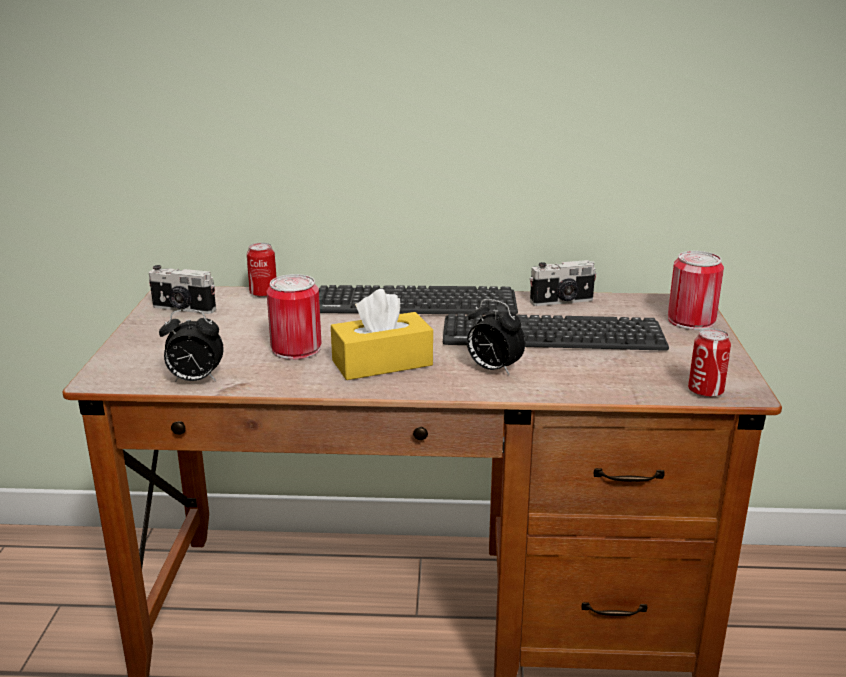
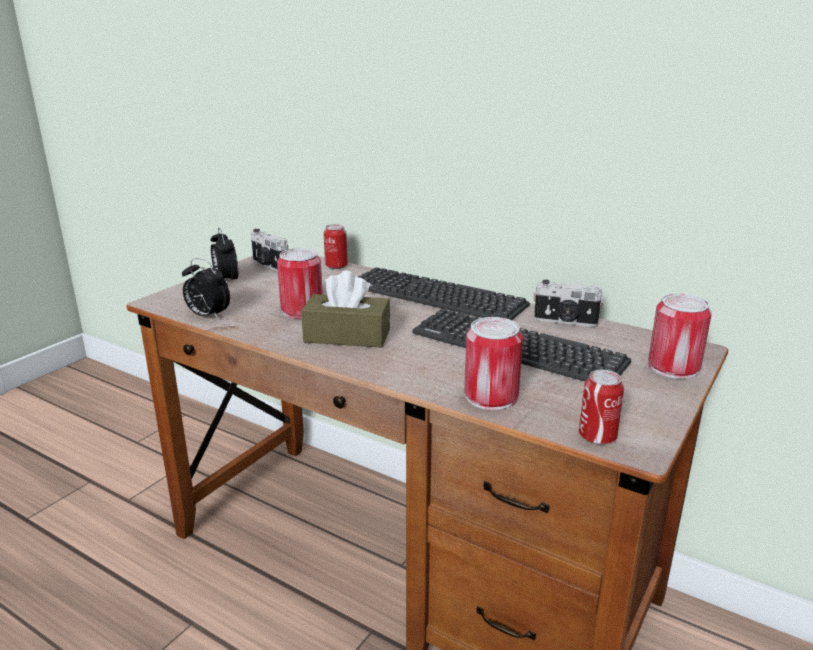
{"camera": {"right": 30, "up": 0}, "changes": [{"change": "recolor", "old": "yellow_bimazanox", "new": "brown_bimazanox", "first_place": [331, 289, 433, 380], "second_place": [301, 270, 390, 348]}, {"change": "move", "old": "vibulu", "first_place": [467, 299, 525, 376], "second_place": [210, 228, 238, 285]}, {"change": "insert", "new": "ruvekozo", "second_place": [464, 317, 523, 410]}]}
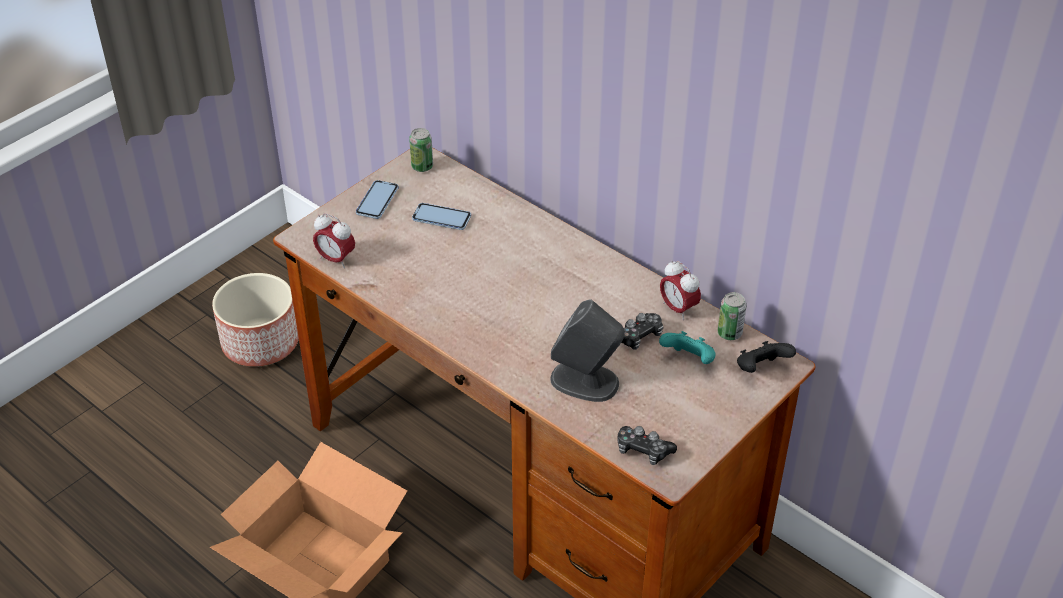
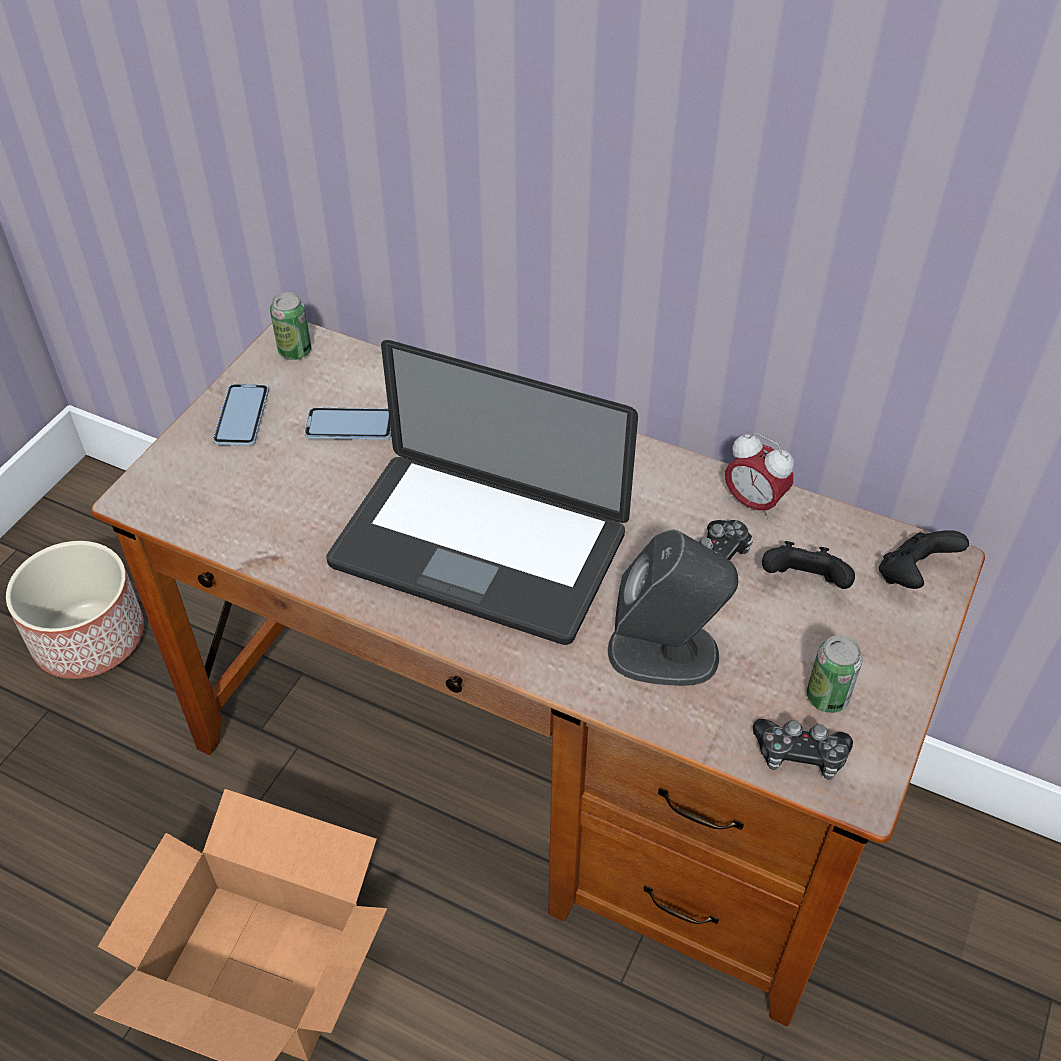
{"camera": {"right": -15, "up": 5}, "changes": [{"change": "delete", "old": "vibulu", "first_place": [313, 213, 355, 268]}, {"change": "move", "old": "ruvekozo", "first_place": [717, 292, 747, 340], "second_place": [806, 635, 863, 713]}, {"change": "recolor", "old": "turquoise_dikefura", "new": "black_dikefura", "first_place": [659, 331, 716, 364], "second_place": [762, 541, 855, 589]}, {"change": "insert", "new": "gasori", "second_place": [326, 340, 638, 645]}]}
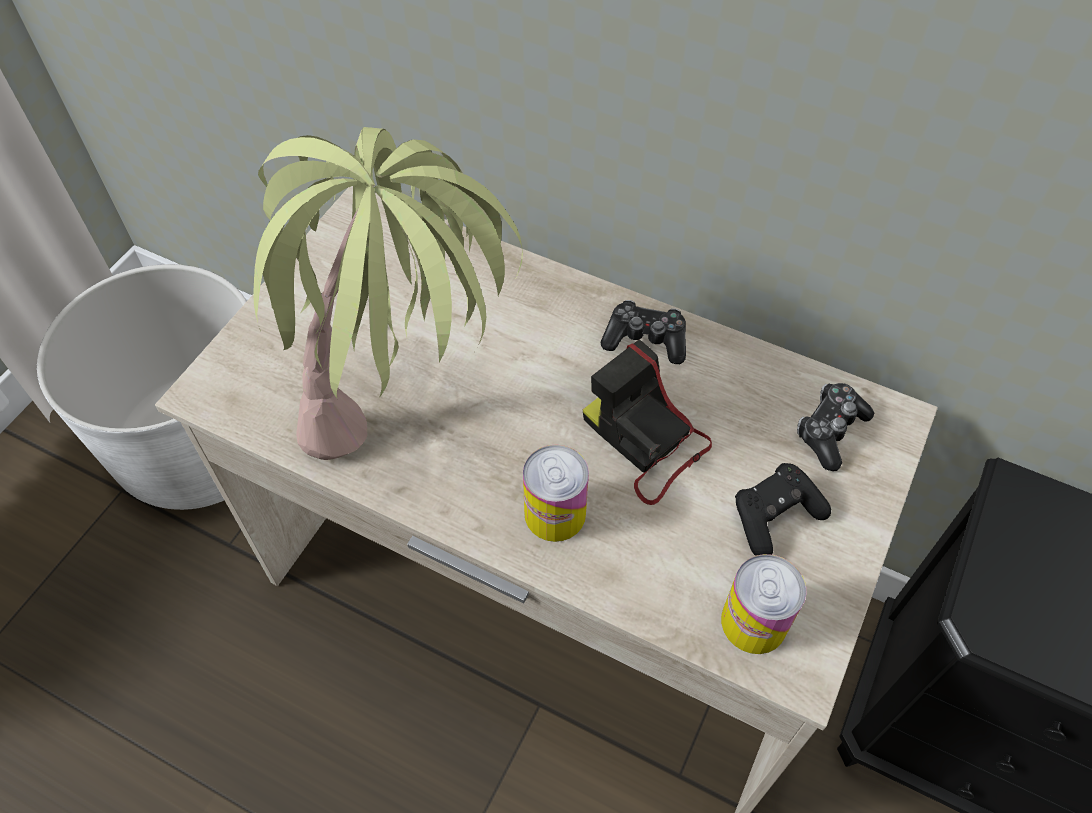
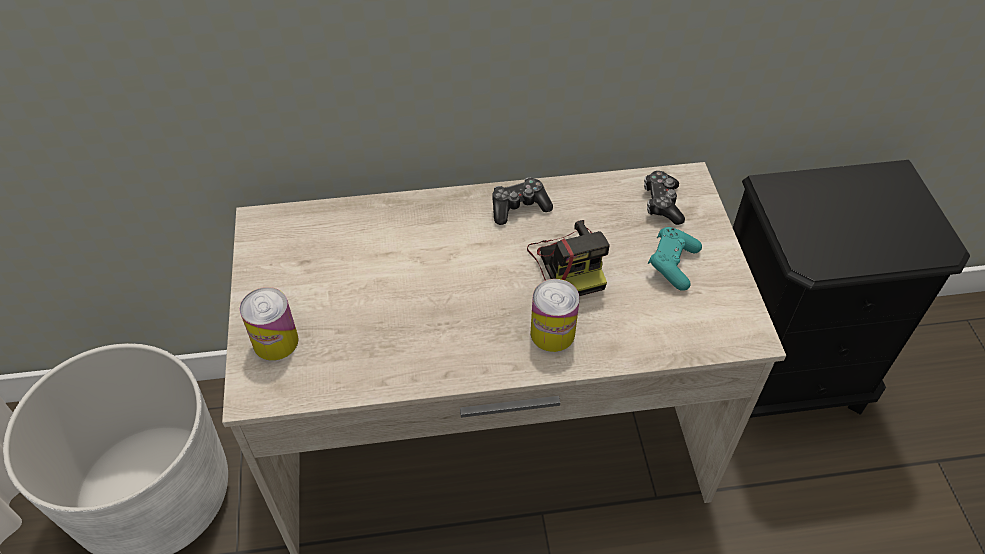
{"camera": {"right": -35, "up": -5}, "changes": [{"change": "delete", "old": "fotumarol", "first_place": [254, 127, 523, 460]}, {"change": "rotate", "old": "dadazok", "first_place": [583, 339, 712, 505], "second_place": [527, 220, 610, 296], "degrees": -120}, {"change": "recolor", "old": "black_dikefura", "new": "turquoise_dikefura", "first_place": [735, 463, 831, 556], "second_place": [648, 227, 702, 291]}, {"change": "move", "old": "ruvekozo", "first_place": [721, 554, 807, 654], "second_place": [240, 287, 299, 361]}]}
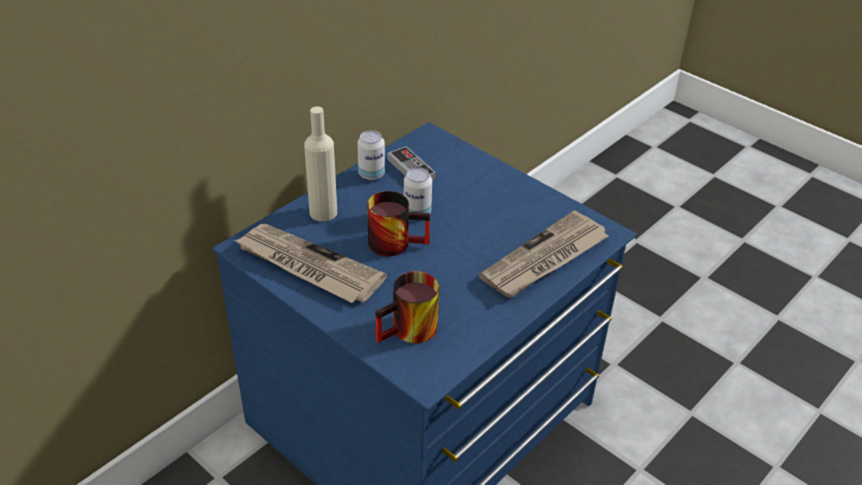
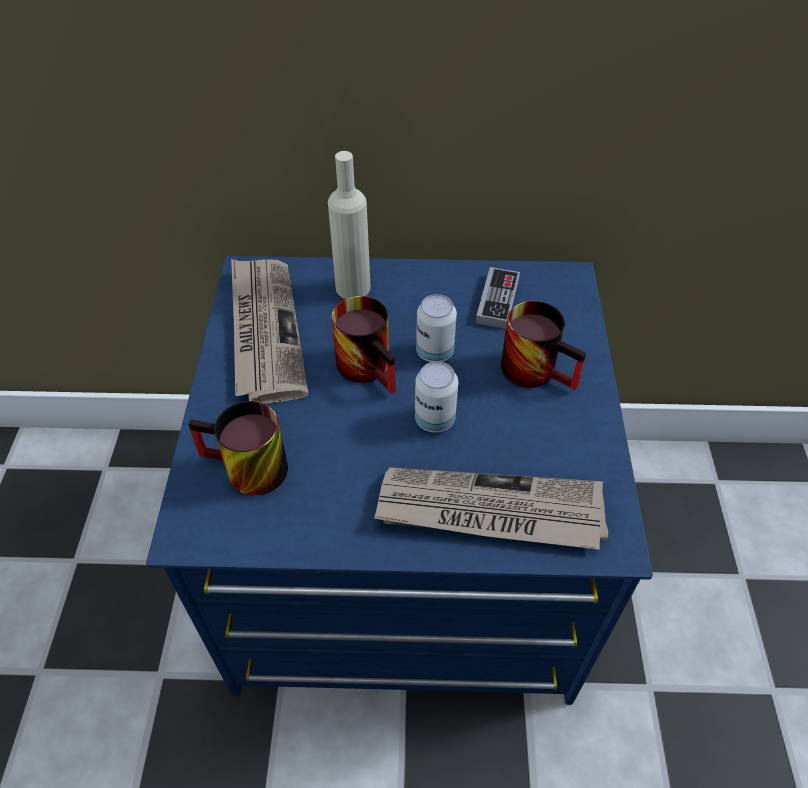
{"camera": {"right": 50, "up": 10}, "changes": [{"change": "move", "old": "ruvekozo", "first_place": [357, 130, 385, 180], "second_place": [415, 361, 458, 433]}, {"change": "insert", "new": "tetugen", "second_place": [501, 301, 587, 390]}]}
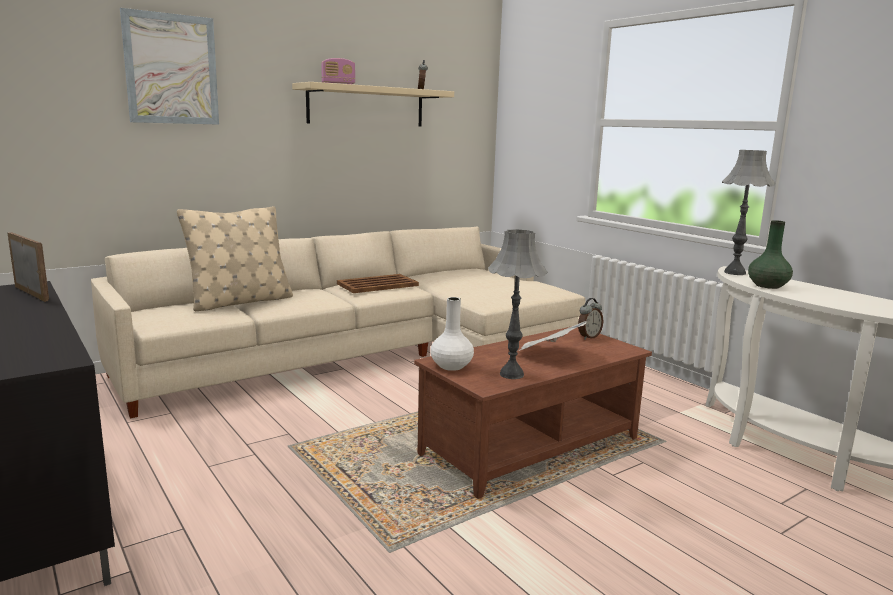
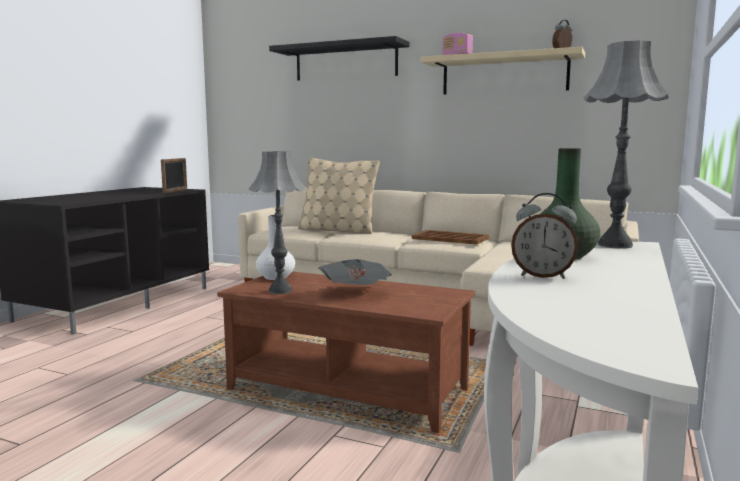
{"camera": {"right": 60, "up": -5}, "changes": [{"change": "replace", "old": "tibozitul", "new": "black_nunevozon", "first_place": [120, 8, 219, 125], "second_place": [269, 36, 409, 81]}, {"change": "move", "old": "vibulu", "first_place": [578, 298, 603, 340], "second_place": [511, 193, 578, 279]}]}
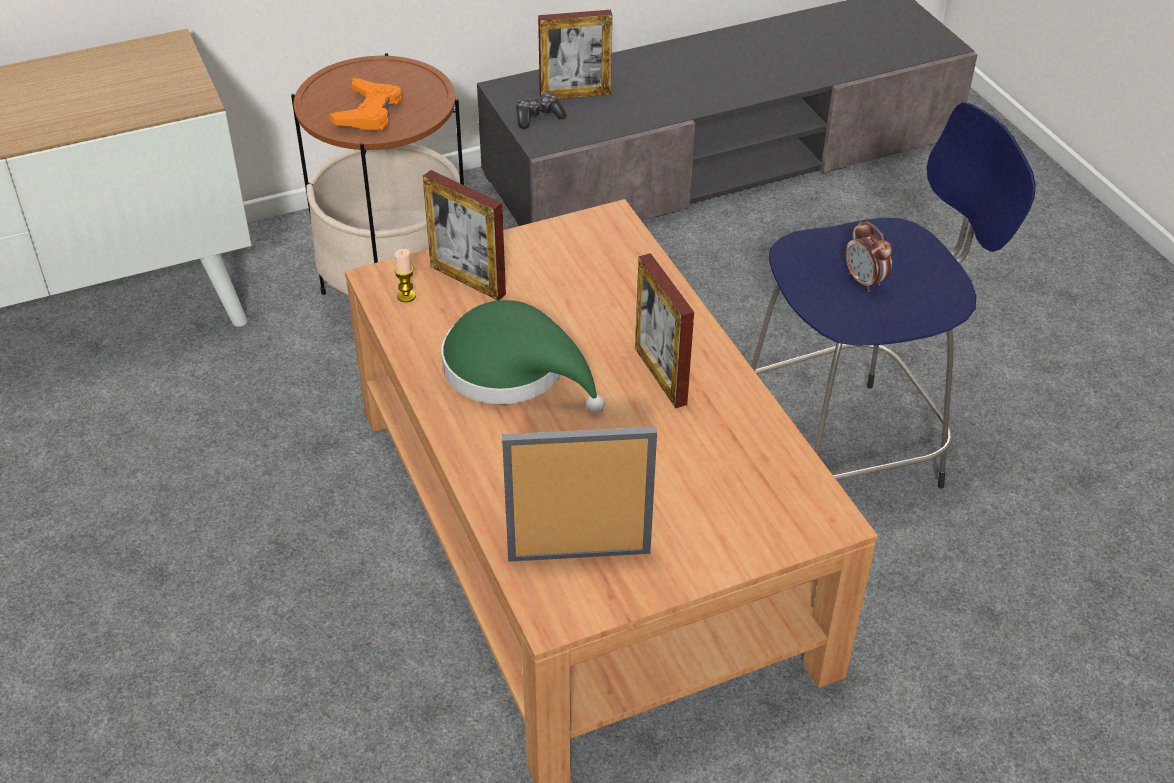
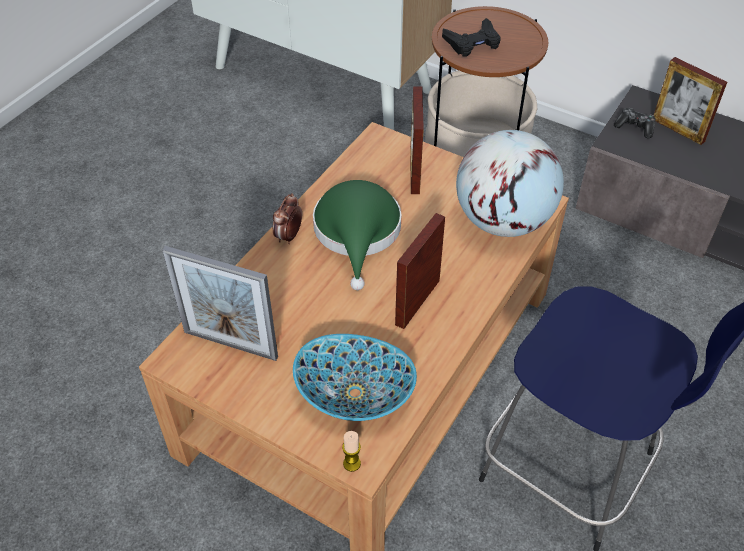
{"camera": {"right": 55, "up": 5}, "changes": [{"change": "recolor", "old": "orange_dikefura", "new": "black_dikefura", "first_place": [330, 78, 402, 131], "second_place": [442, 18, 501, 56]}, {"change": "move", "old": "vibulu", "first_place": [845, 221, 892, 292], "second_place": [273, 193, 302, 244]}, {"change": "move", "old": "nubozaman", "first_place": [394, 249, 416, 302], "second_place": [342, 431, 361, 472]}, {"change": "rotate", "old": "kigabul", "first_place": [502, 426, 657, 562], "second_place": [162, 246, 278, 361], "degrees": 150}, {"change": "insert", "new": "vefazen", "second_place": [456, 130, 564, 237]}, {"change": "insert", "new": "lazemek", "second_place": [293, 334, 417, 421]}]}
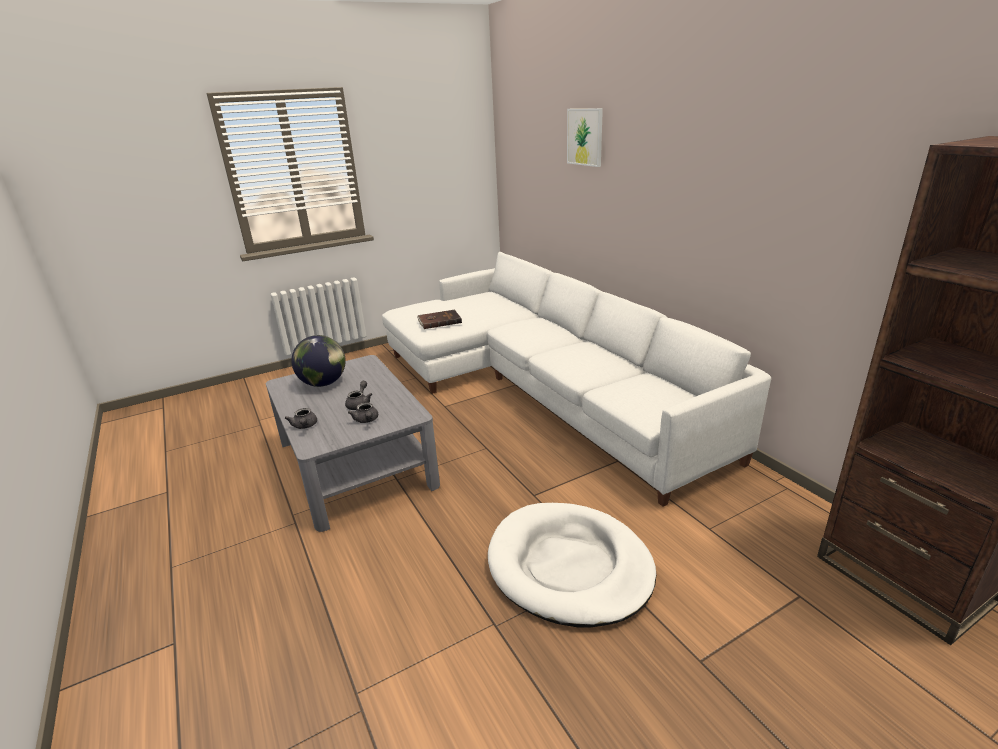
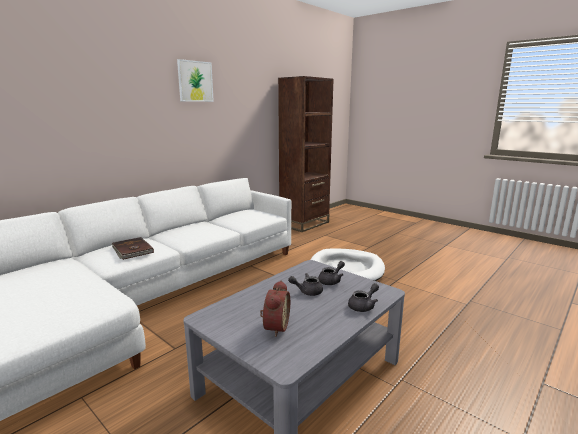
{"camera": {"right": -110, "up": -10}, "changes": [{"change": "move", "old": "tibozitul", "first_place": [567, 108, 603, 167], "second_place": [177, 59, 214, 102]}, {"change": "move", "old": "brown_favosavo", "first_place": [417, 310, 462, 329], "second_place": [112, 237, 154, 260]}, {"change": "replace", "old": "vefazen", "new": "vibulu", "first_place": [291, 335, 346, 387], "second_place": [260, 280, 290, 337]}]}
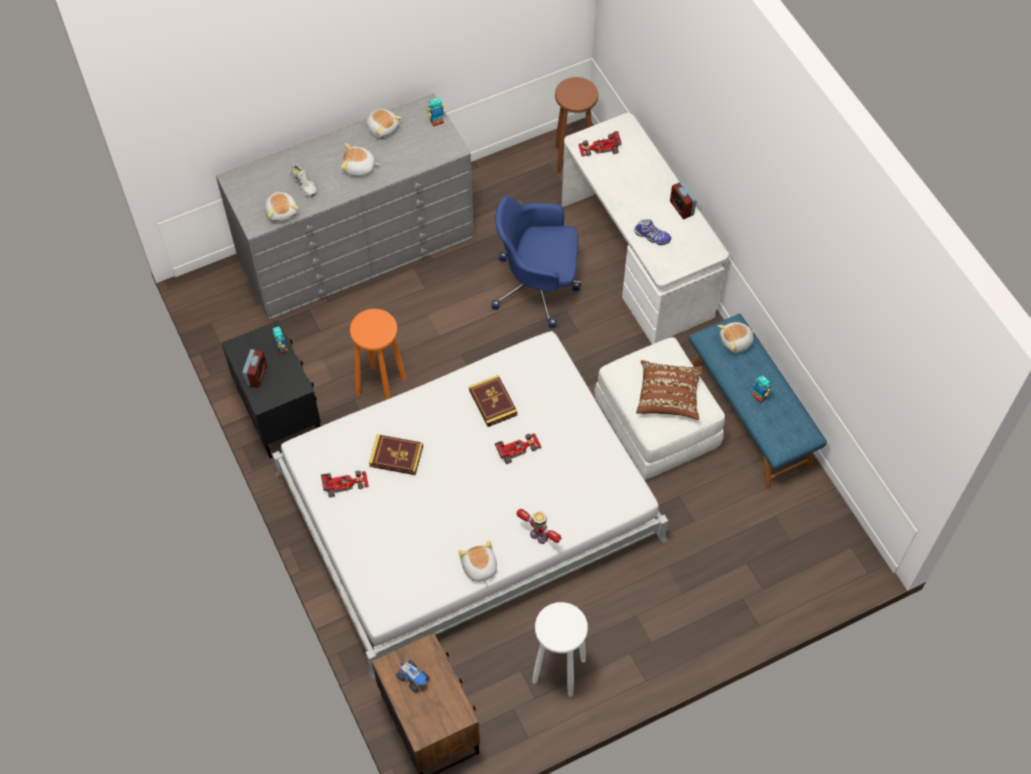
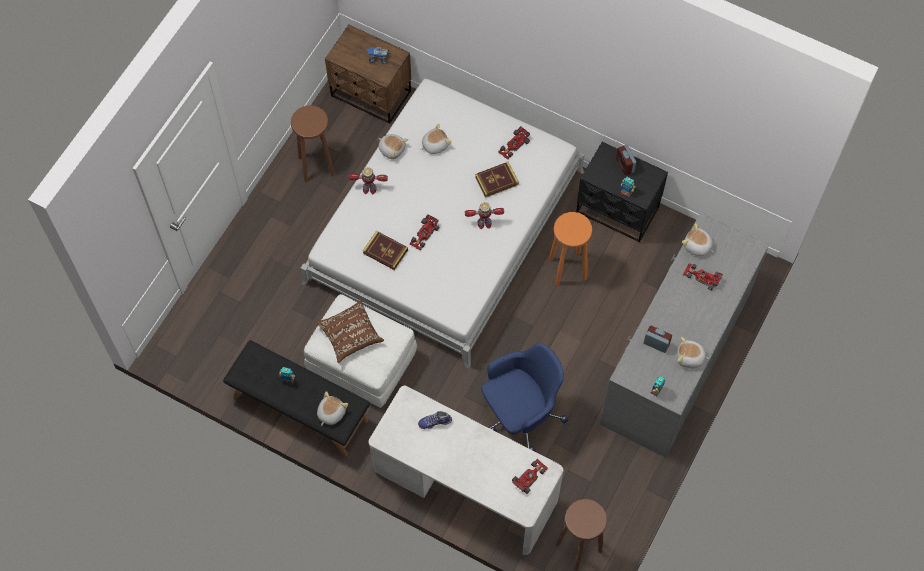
{"camera": {"right": 145, "up": 5}, "changes": [{"change": "move", "old": "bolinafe", "first_place": [341, 143, 379, 177], "second_place": [420, 124, 451, 154]}, {"change": "replace", "old": "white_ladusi", "new": "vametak", "first_place": [290, 164, 317, 198], "second_place": [683, 263, 723, 291]}, {"change": "move", "old": "vibulu", "first_place": [670, 181, 697, 219], "second_place": [644, 326, 672, 353]}, {"change": "recolor", "old": "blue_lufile", "new": "black_lufile", "first_place": [689, 314, 827, 489], "second_place": [223, 340, 370, 457]}, {"change": "move", "old": "favosavo", "first_place": [469, 375, 517, 427], "second_place": [363, 231, 408, 270]}, {"change": "recolor", "old": "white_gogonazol", "new": "brown_gogonazol", "first_place": [532, 602, 588, 697], "second_place": [291, 105, 335, 182]}, {"change": "insert", "new": "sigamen", "second_place": [465, 202, 504, 229]}]}
